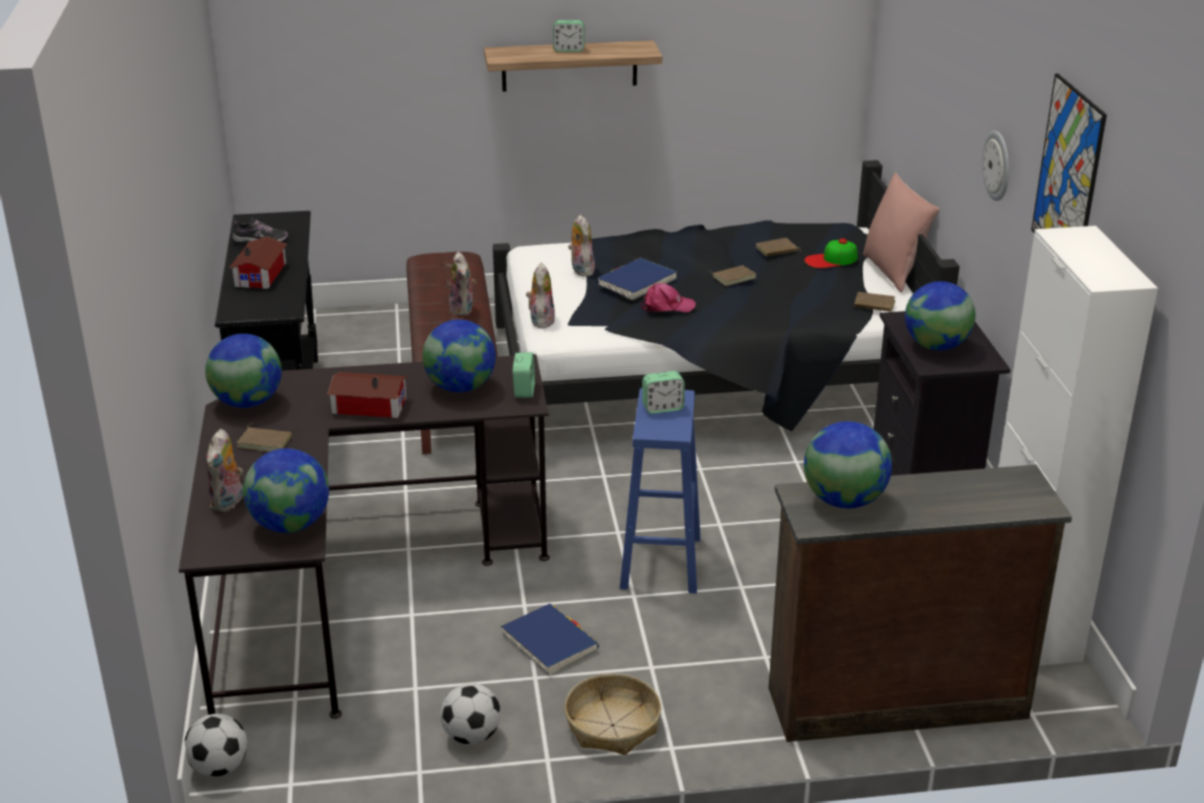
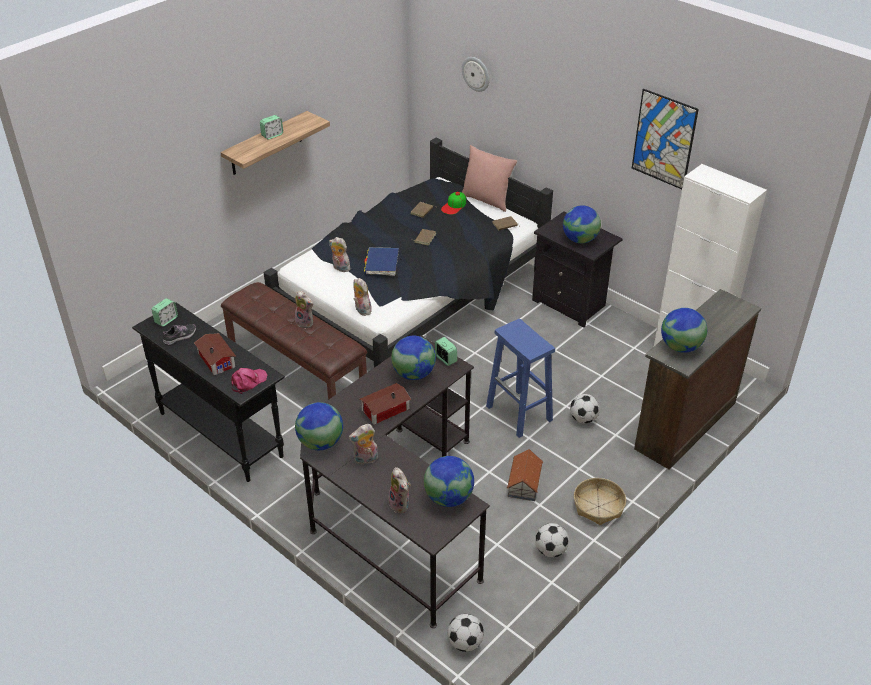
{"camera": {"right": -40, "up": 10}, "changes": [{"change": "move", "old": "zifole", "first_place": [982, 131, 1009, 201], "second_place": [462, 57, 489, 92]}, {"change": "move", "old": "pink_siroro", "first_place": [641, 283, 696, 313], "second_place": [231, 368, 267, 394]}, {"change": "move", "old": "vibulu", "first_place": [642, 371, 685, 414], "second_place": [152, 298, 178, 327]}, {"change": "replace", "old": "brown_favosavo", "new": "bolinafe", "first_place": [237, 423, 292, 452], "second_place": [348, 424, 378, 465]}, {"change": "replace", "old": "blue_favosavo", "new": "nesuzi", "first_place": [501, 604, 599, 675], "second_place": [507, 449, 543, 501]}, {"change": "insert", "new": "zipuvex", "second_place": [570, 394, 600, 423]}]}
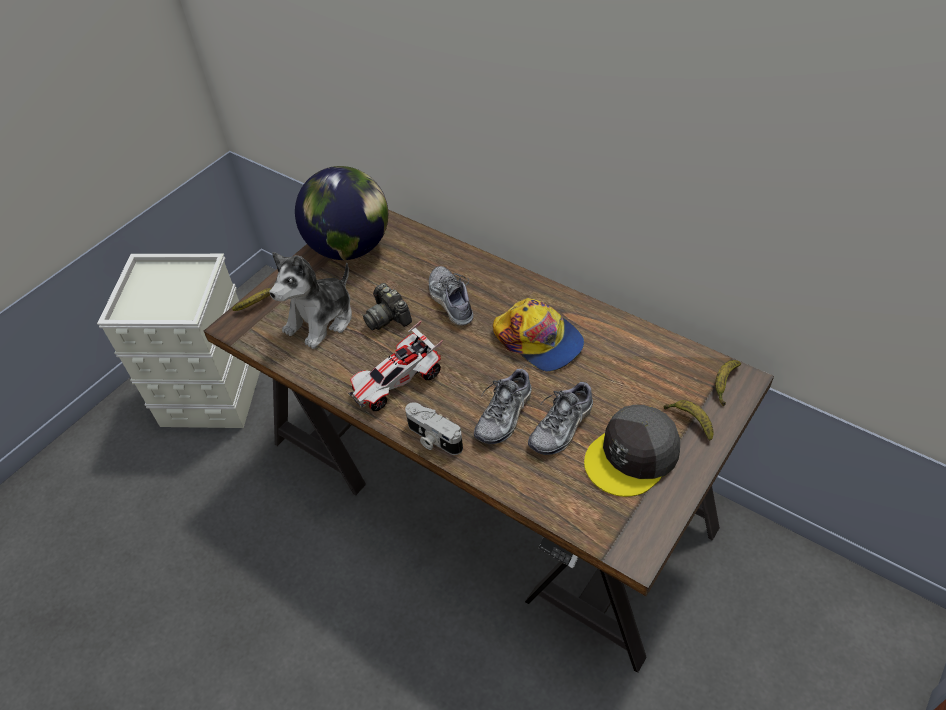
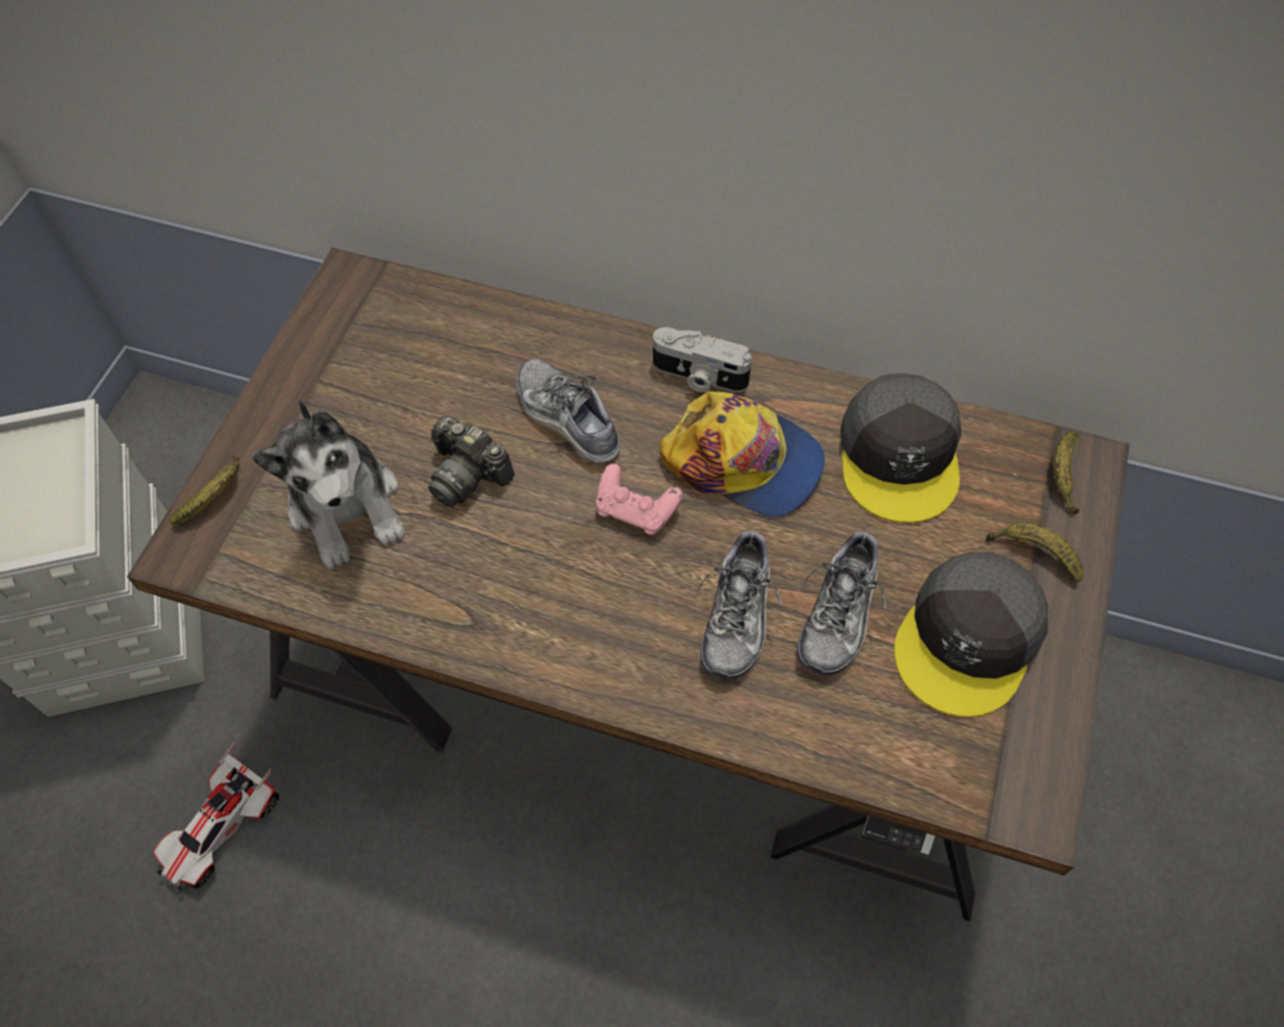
{"camera": {"right": -20, "up": 10}, "changes": [{"change": "delete", "old": "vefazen", "first_place": [295, 166, 388, 260]}, {"change": "rotate", "old": "bolinafe", "first_place": [269, 252, 352, 349], "second_place": [251, 398, 405, 569], "degrees": -45}, {"change": "move", "old": "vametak", "first_place": [348, 321, 443, 411], "second_place": [153, 742, 279, 892]}, {"change": "move", "old": "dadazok", "first_place": [405, 402, 463, 455], "second_place": [653, 327, 752, 392]}, {"change": "insert", "new": "grey_siroro", "second_place": [840, 373, 961, 523]}, {"change": "insert", "new": "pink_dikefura", "second_place": [596, 463, 683, 535]}]}
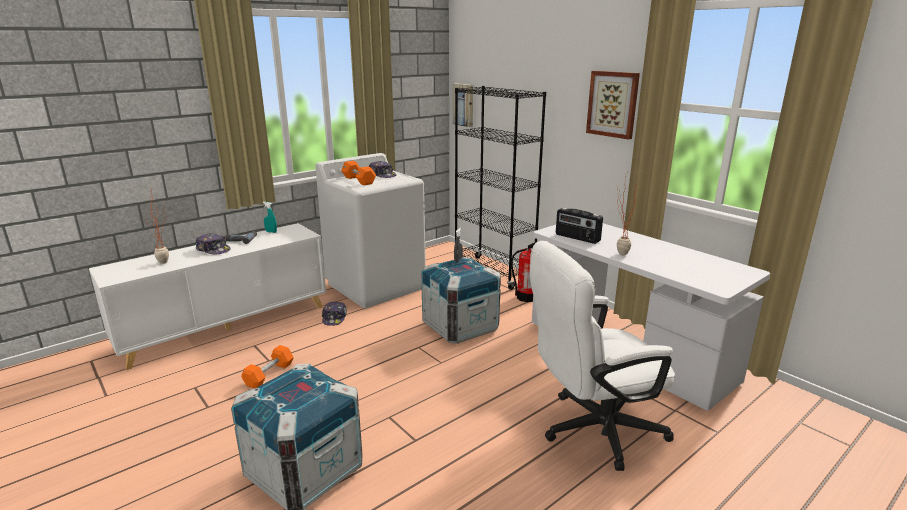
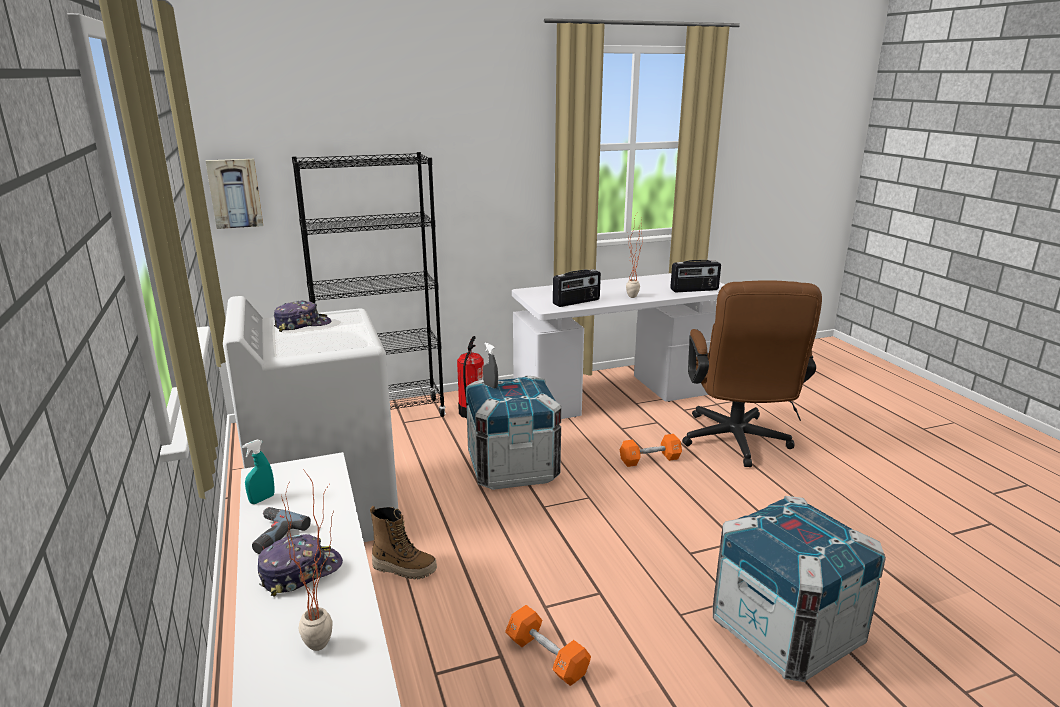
{"camera": {"right": -70, "up": 0}, "changes": [{"change": "delete", "old": "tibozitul", "first_place": [586, 71, 640, 139]}, {"change": "move", "old": "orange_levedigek", "first_place": [341, 161, 376, 185], "second_place": [620, 434, 682, 467]}, {"change": "recolor", "old": "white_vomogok", "new": "brown_vomogok", "first_place": [530, 241, 675, 471], "second_place": [682, 280, 822, 467]}, {"change": "replace", "old": "siroro", "new": "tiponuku", "first_place": [322, 301, 347, 326], "second_place": [370, 506, 437, 579]}, {"change": "insert", "new": "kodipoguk", "second_place": [670, 260, 721, 292]}]}
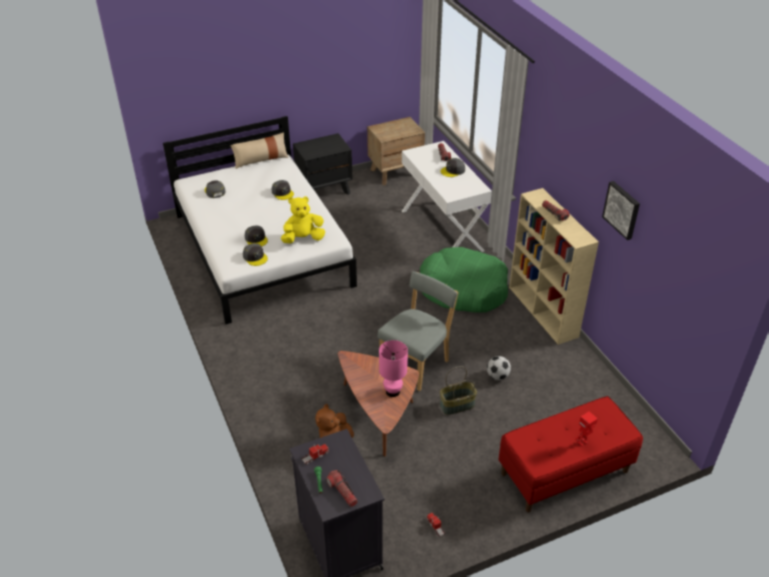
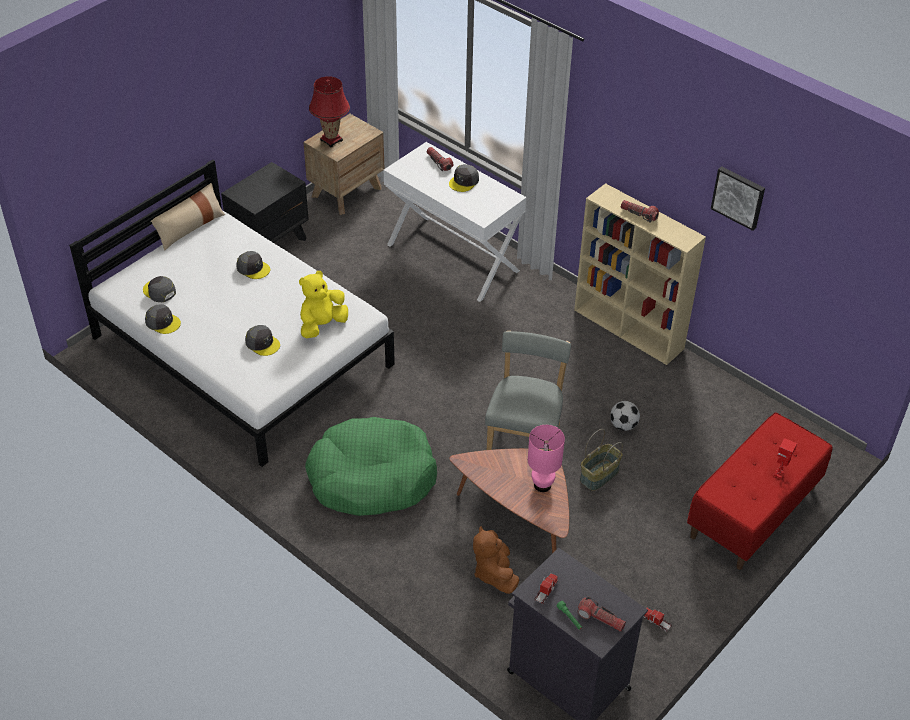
{"camera": {"right": -25, "up": 5}, "changes": [{"change": "move", "old": "grey_siroro", "first_place": [243, 243, 268, 266], "second_place": [145, 304, 181, 334]}, {"change": "move", "old": "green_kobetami", "first_place": [420, 247, 508, 313], "second_place": [305, 417, 437, 516]}, {"change": "insert", "new": "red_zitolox", "second_place": [309, 76, 350, 147]}]}
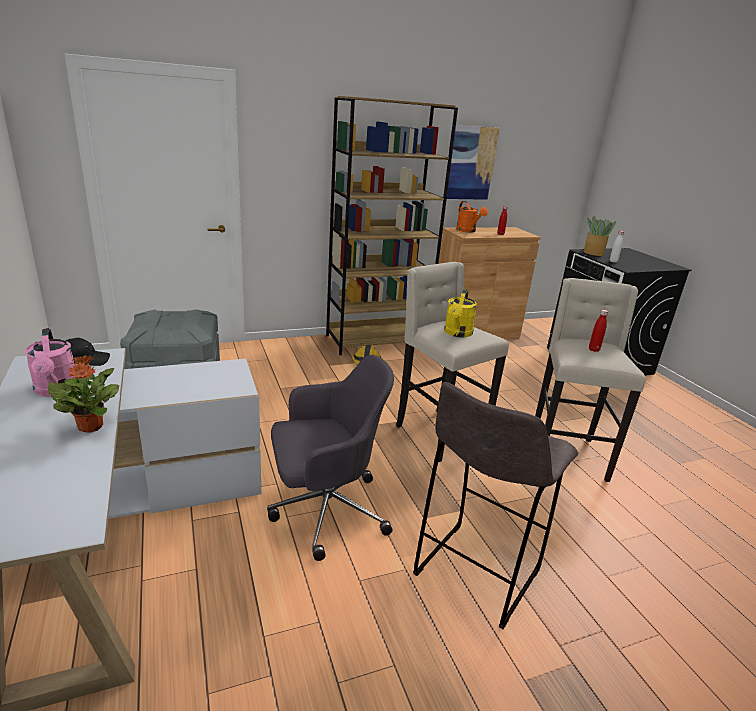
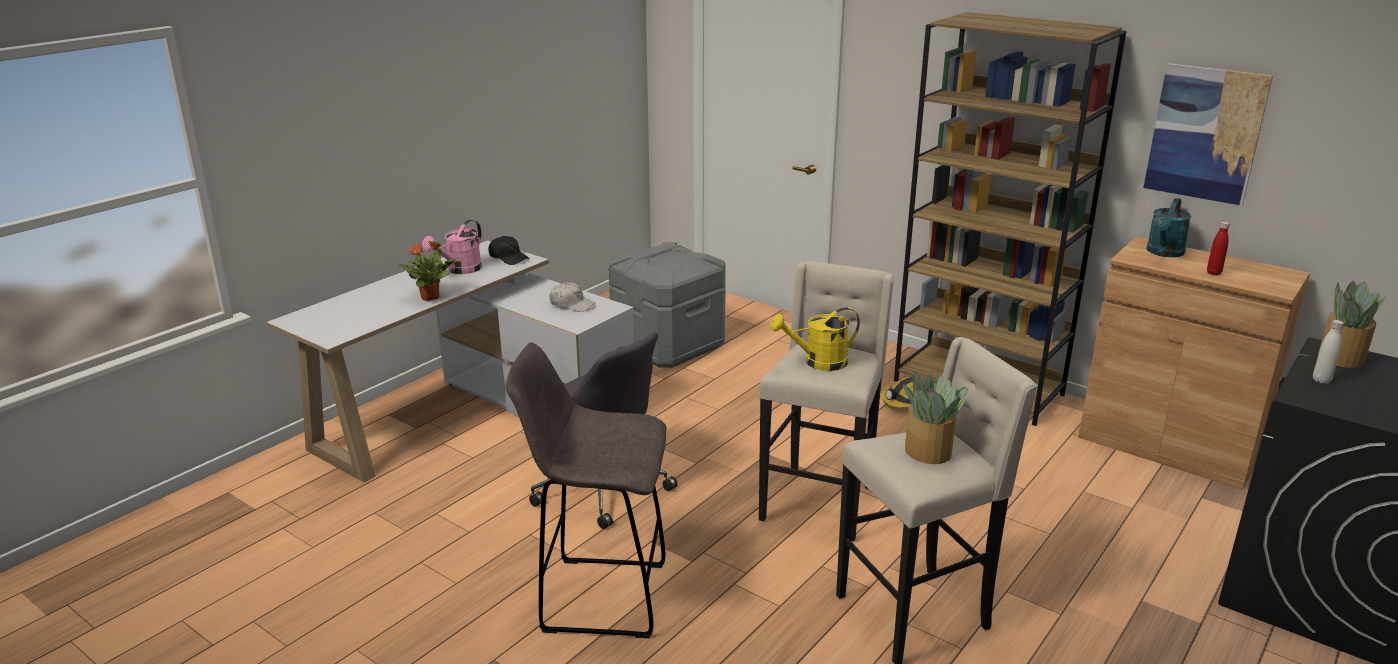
{"camera": {"right": 60, "up": 0}, "changes": [{"change": "recolor", "old": "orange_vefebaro", "new": "turquoise_vefebaro", "first_place": [456, 201, 488, 233], "second_place": [1146, 198, 1192, 257]}, {"change": "replace", "old": "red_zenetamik", "new": "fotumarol", "first_place": [589, 310, 608, 352], "second_place": [903, 371, 968, 464]}, {"change": "insert", "new": "white_siroro", "second_place": [550, 282, 595, 312]}]}
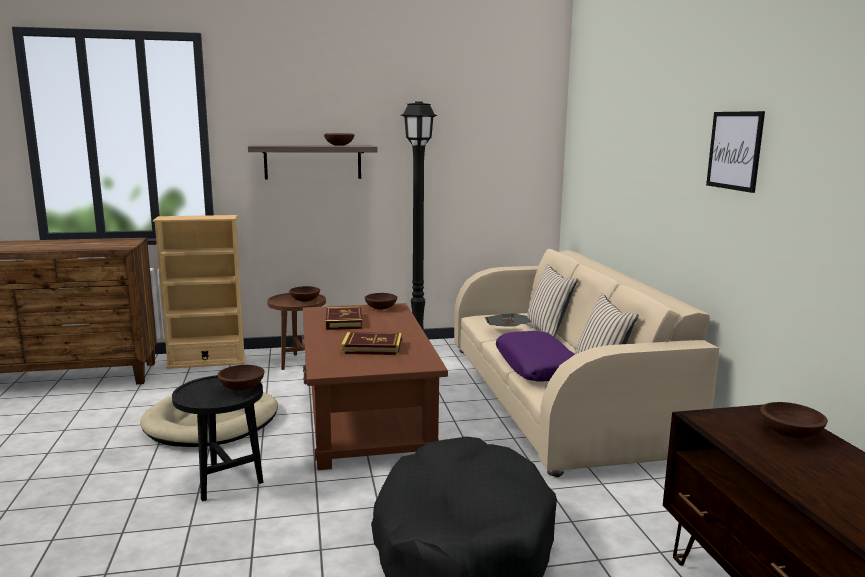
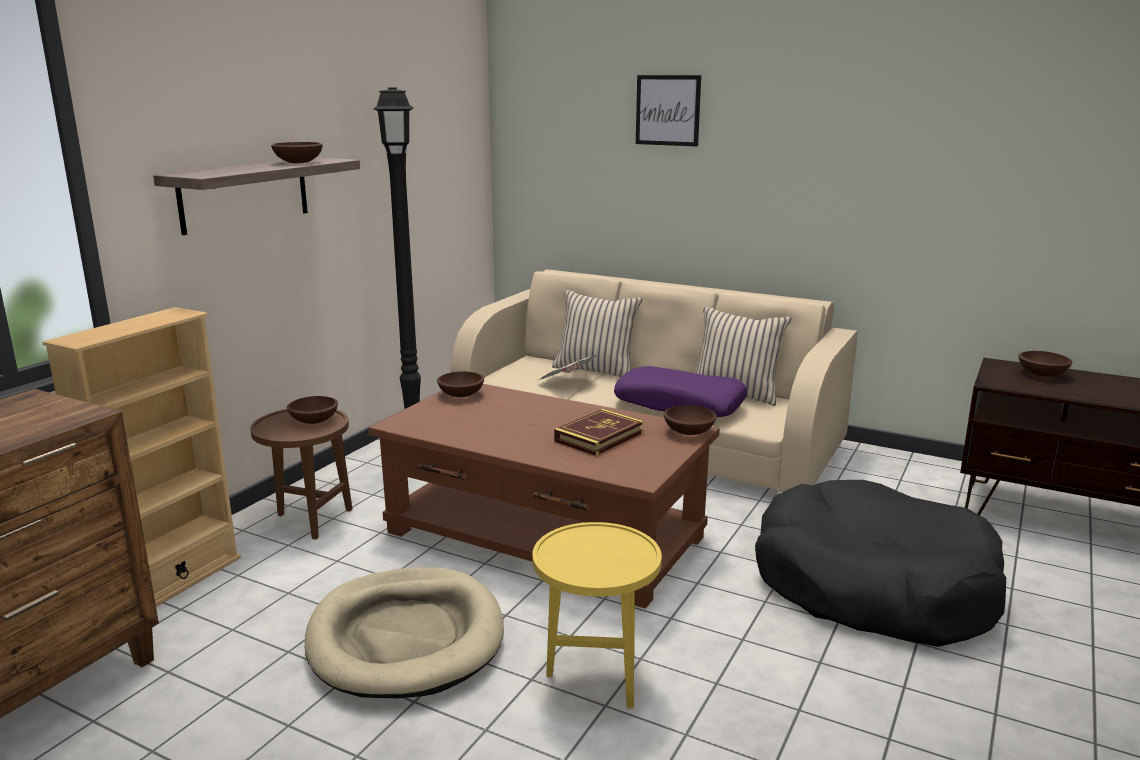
{"camera": {"right": -50, "up": 5}, "changes": [{"change": "move", "old": "tibozitul", "first_place": [706, 111, 765, 193], "second_place": [636, 75, 701, 147]}, {"change": "delete", "old": "favosavo", "first_place": [326, 306, 363, 330]}, {"change": "move", "old": "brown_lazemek", "first_place": [217, 365, 265, 391], "second_place": [664, 405, 717, 435]}, {"change": "recolor", "old": "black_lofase", "new": "yellow_lofase", "first_place": [172, 375, 263, 502], "second_place": [532, 522, 662, 709]}]}
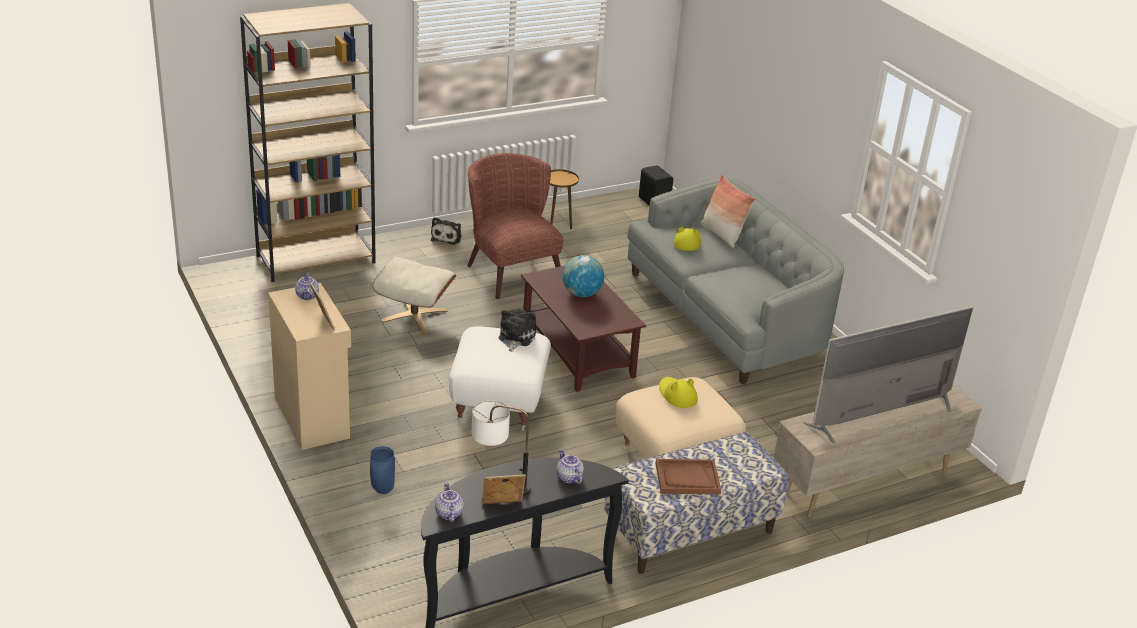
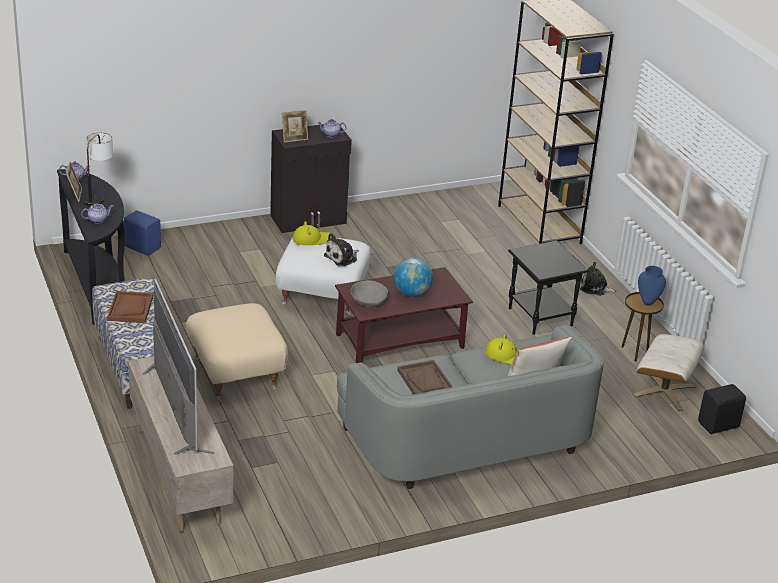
{"camera": {"right": 95, "up": 0}, "changes": [{"change": "replace", "old": "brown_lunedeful", "new": "black_lofase", "first_place": [467, 153, 564, 299], "second_place": [508, 240, 589, 335]}, {"change": "move", "old": "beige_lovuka", "first_place": [373, 257, 456, 334], "second_place": [633, 334, 704, 411]}, {"change": "recolor", "old": "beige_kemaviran", "new": "black_kemaviran", "first_place": [268, 283, 351, 450], "second_place": [270, 124, 352, 233]}, {"change": "rotate", "old": "bolinafe", "first_place": [499, 309, 536, 352], "second_place": [323, 233, 359, 266], "degrees": 120}, {"change": "move", "old": "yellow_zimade", "first_place": [659, 377, 698, 408], "second_place": [293, 221, 330, 245]}, {"change": "move", "old": "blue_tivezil", "first_place": [370, 446, 395, 494], "second_place": [638, 266, 666, 306]}, {"change": "insert", "new": "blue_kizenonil", "second_place": [124, 210, 161, 256]}, {"change": "insert", "new": "grey_lazemek", "second_place": [351, 280, 388, 307]}, {"change": "insert", "new": "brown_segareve", "second_place": [397, 360, 453, 394]}]}
